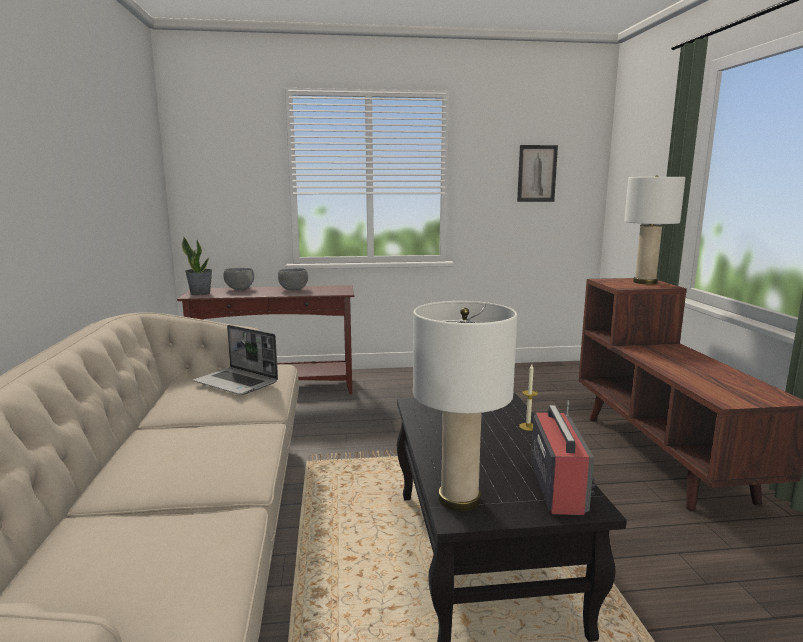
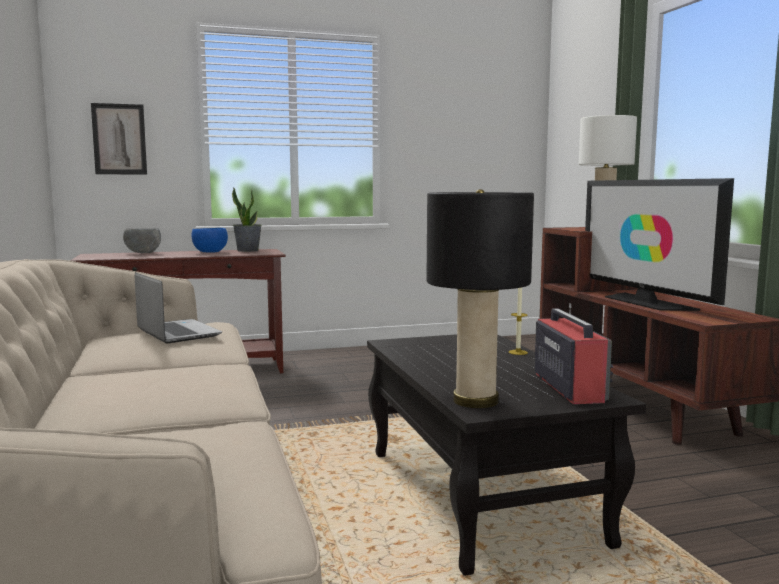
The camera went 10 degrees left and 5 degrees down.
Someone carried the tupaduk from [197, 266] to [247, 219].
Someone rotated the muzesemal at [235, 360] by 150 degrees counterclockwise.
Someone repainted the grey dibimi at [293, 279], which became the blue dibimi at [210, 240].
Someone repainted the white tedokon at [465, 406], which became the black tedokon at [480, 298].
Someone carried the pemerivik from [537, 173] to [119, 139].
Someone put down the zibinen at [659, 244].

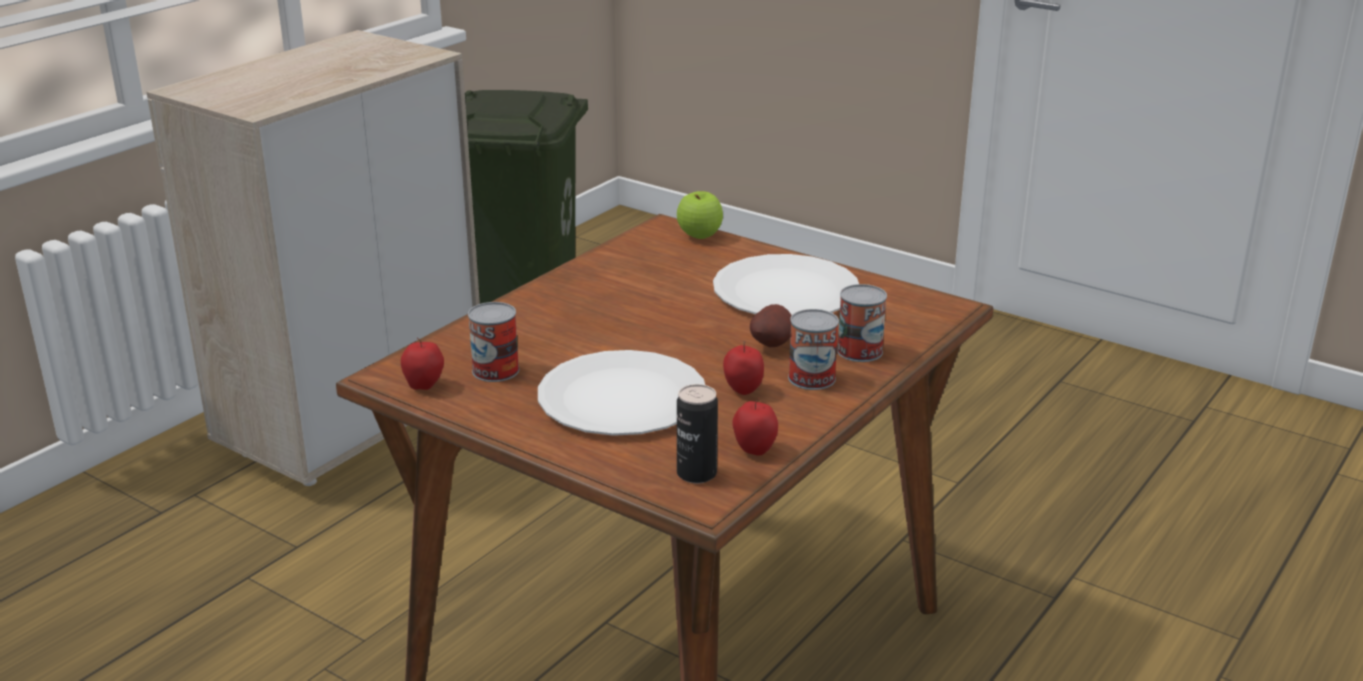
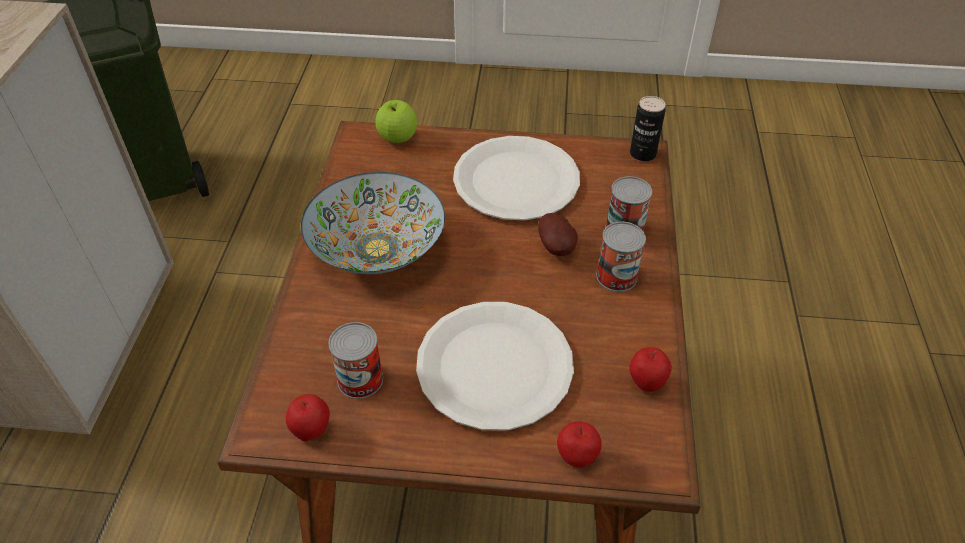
The camera went 30 degrees left and 20 degrees up.
Someone carried the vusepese from [697, 433] to [648, 128].
Someone carried the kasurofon from [743, 367] to [579, 444].
Someone put down the dibimi at [373, 223].

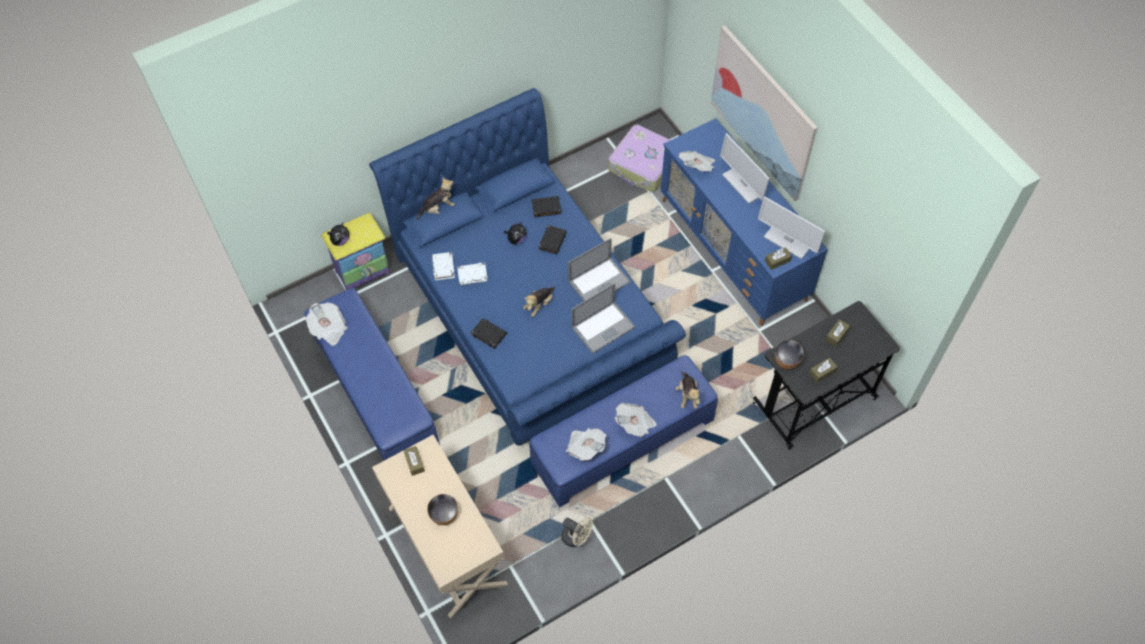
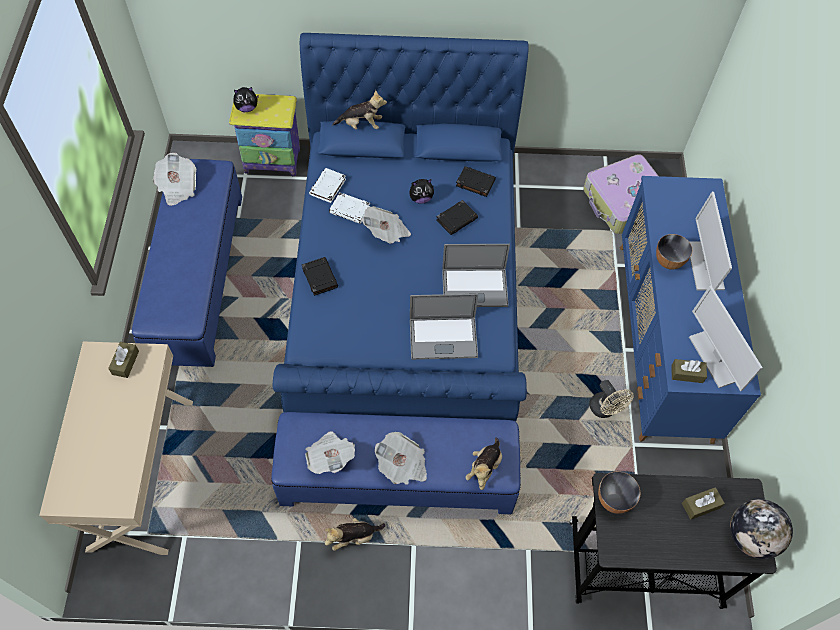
The camera went 30 degrees right and 0 degrees up.
Someone carried the dibimi from [442, 509] to [674, 252].
Someone carried the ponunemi from [539, 301] to [355, 534].
Someone carried the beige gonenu from [577, 532] to [611, 399].
Someone carried the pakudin from [697, 161] to [386, 225].
Someone took away the pemerivik at [764, 113].
Someone took away the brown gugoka at [823, 370].
Someone put down the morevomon at [761, 529].

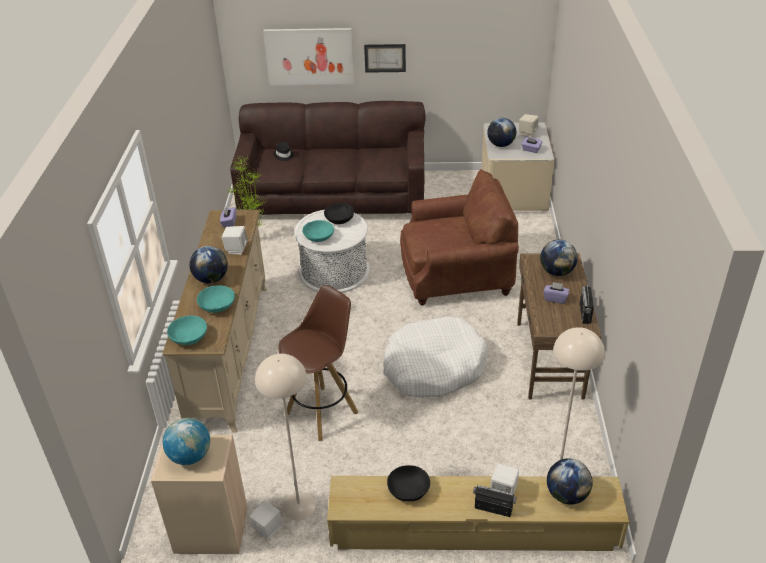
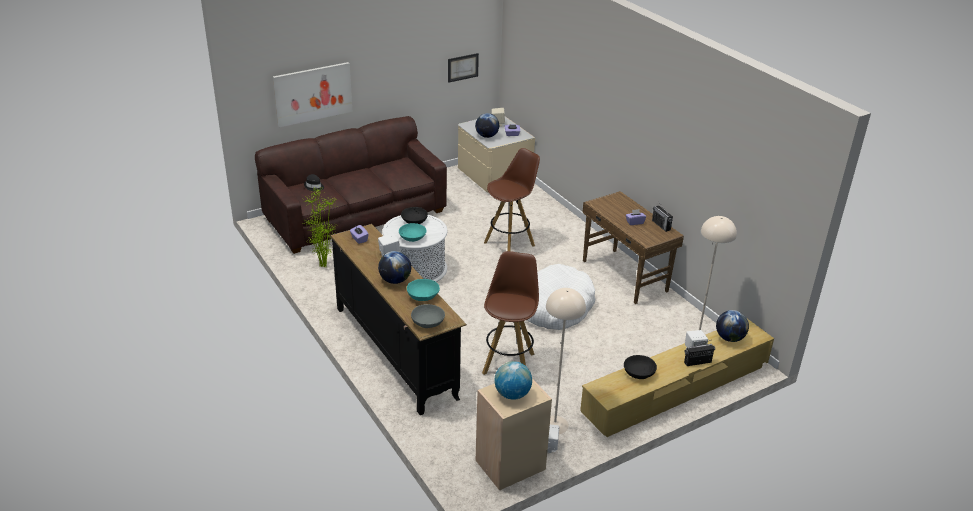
The camera went 35 degrees left and 5 degrees down.
Someone repainted the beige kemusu at [215, 321], which became the black kemusu at [398, 319].
Someone repainted the turquoise dibimi at [187, 330], which became the grey dibimi at [428, 316].
Someone carried the pemerivik from [385, 58] to [463, 68].
Someone swapped the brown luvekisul at [459, 237] for the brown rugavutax at [512, 199].
Someone took away the morevomon at [559, 258].

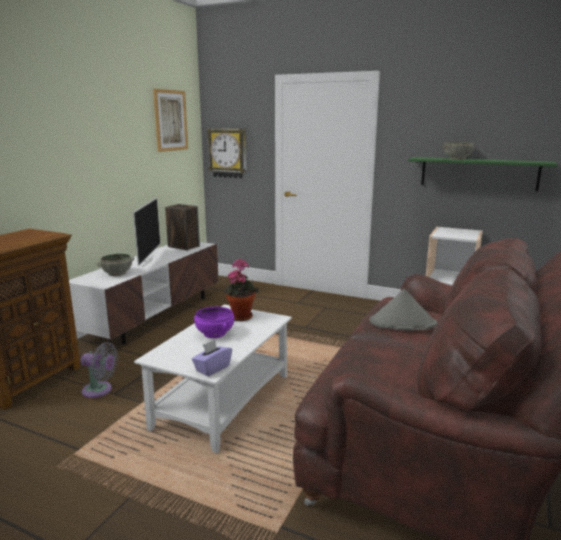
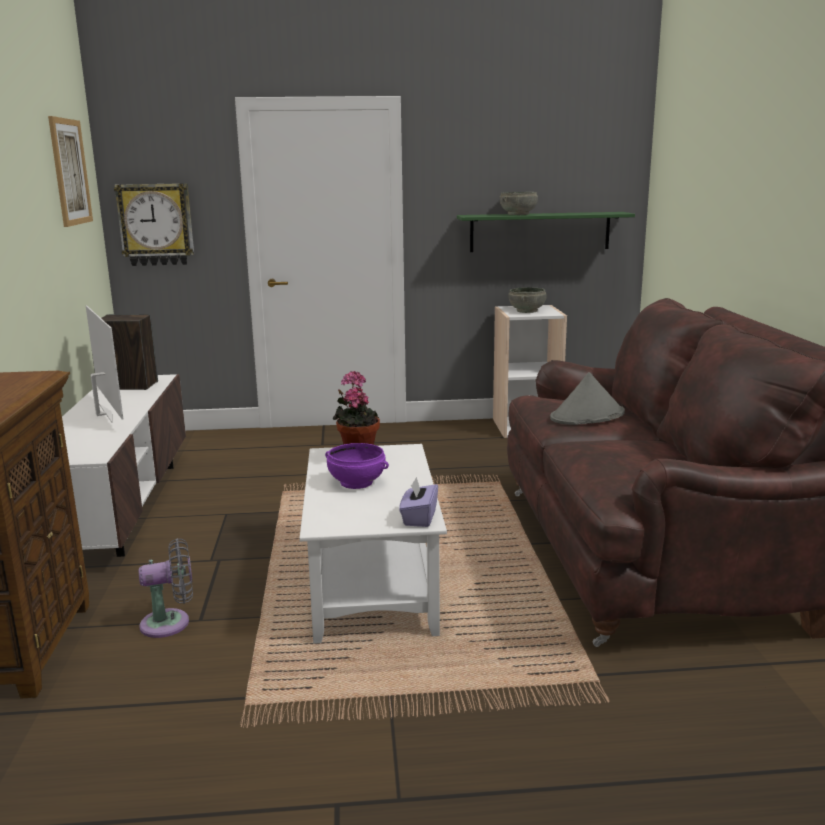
The camera went 30 degrees left and 0 degrees up.
Someone carried the grey dibimi from [115, 265] to [527, 300].

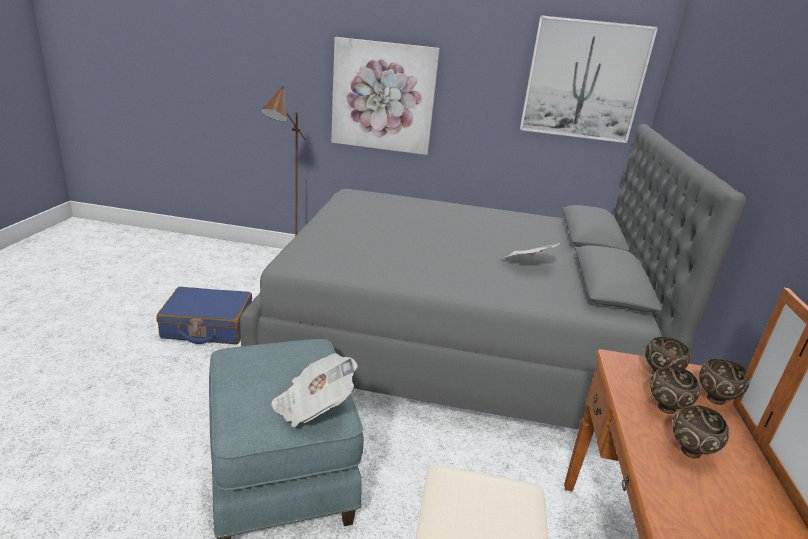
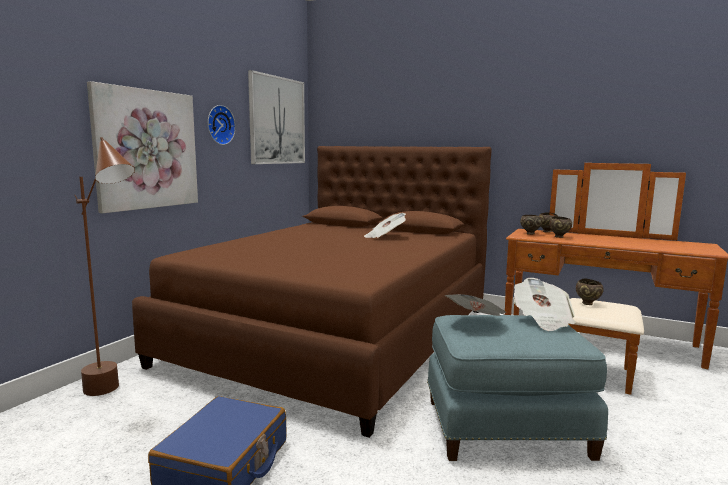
The camera went 70 degrees left and 15 degrees down.
Someone repainted the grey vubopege at [493, 278], which became the brown vubopege at [312, 292].
Someone carried the brown dibimi from [700, 431] to [589, 292].
Someone put up the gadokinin at [222, 125].
Someone put down the pakudin at [475, 305].

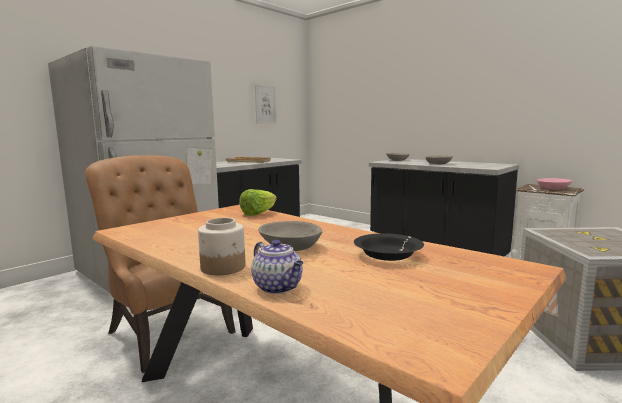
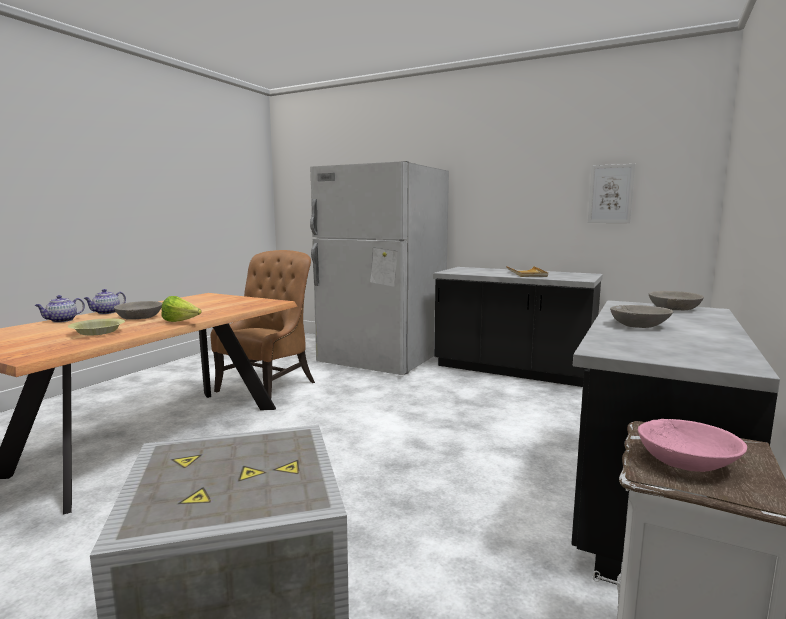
The camera went 75 degrees right and 0 degrees up.
Someone swapped the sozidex at [221, 246] for the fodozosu at [105, 301].
Someone carried the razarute from [258, 202] to [181, 309].
Someone repainted the black dibimi at [389, 247], which became the yellow dibimi at [96, 327].

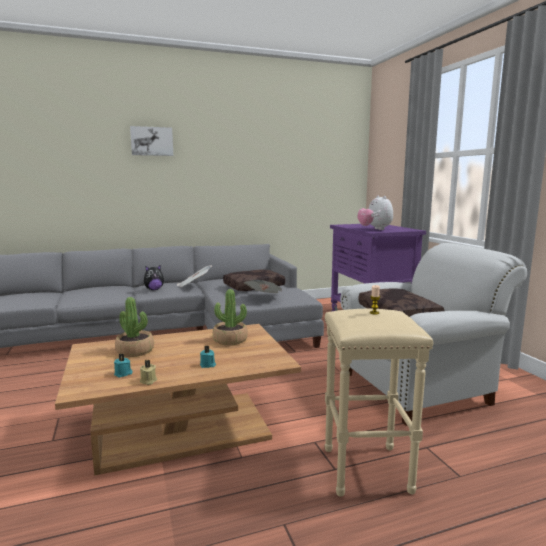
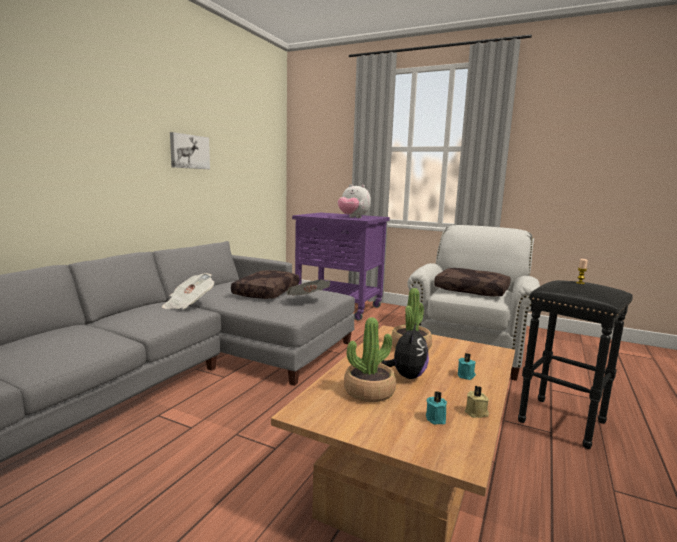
The camera went 45 degrees left and 0 degrees up.
Someone carried the pemerivik from [151, 141] to [190, 150].
Someone carried the ponunemi from [154, 277] to [405, 351].
Someone repainted the beige rugavutax at [379, 402], which became the black rugavutax at [575, 364].

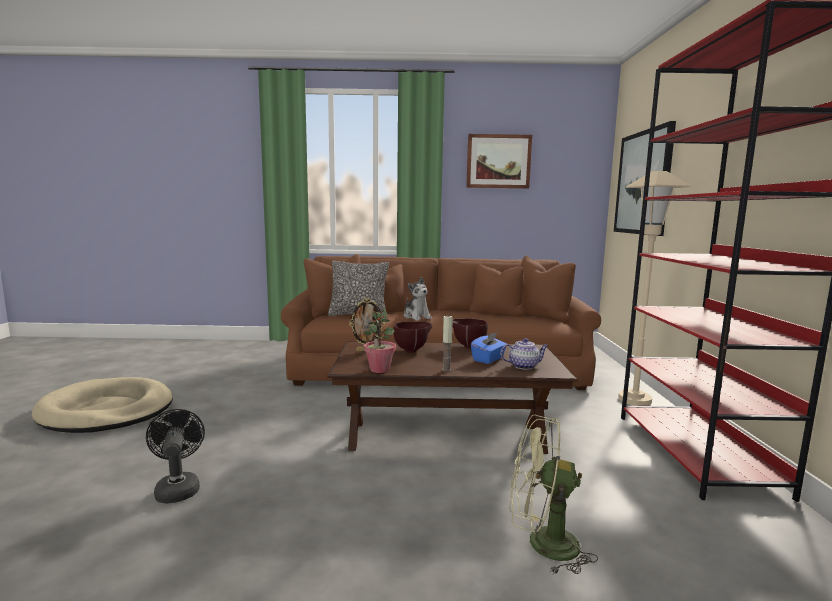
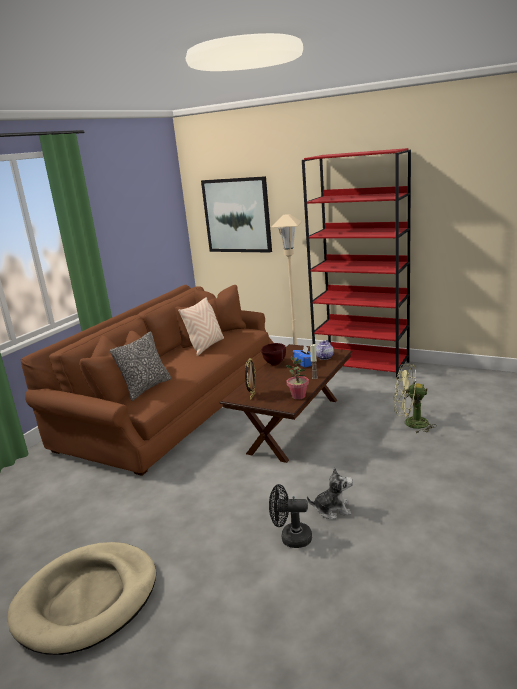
The camera went 60 degrees left and 10 degrees up.
Someone took away the brown dibimi at [412, 336].
Someone carried the ponunemi from [418, 299] to [330, 493].
Someone took away the pemerivik at [499, 161].
Someone rotated the green gonenu at [554, 494] by 60 degrees clockwise.
Someone put down the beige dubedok at [201, 326].

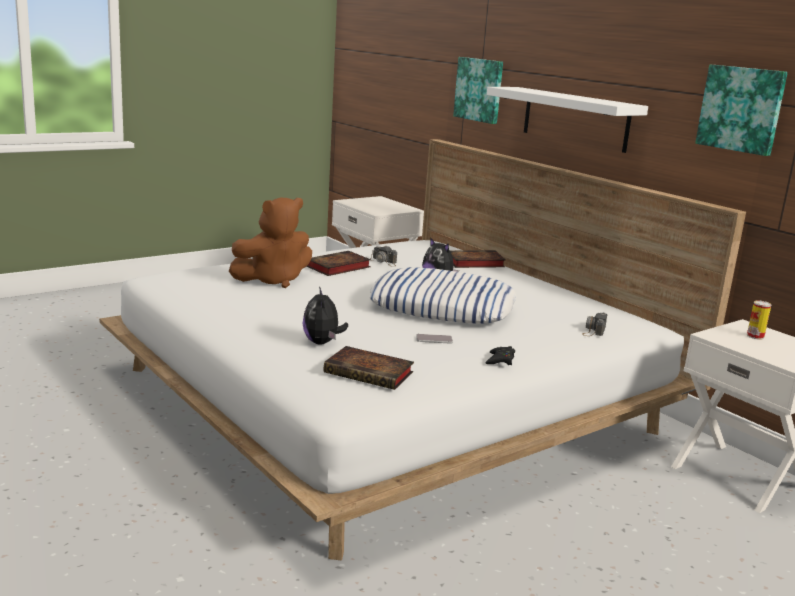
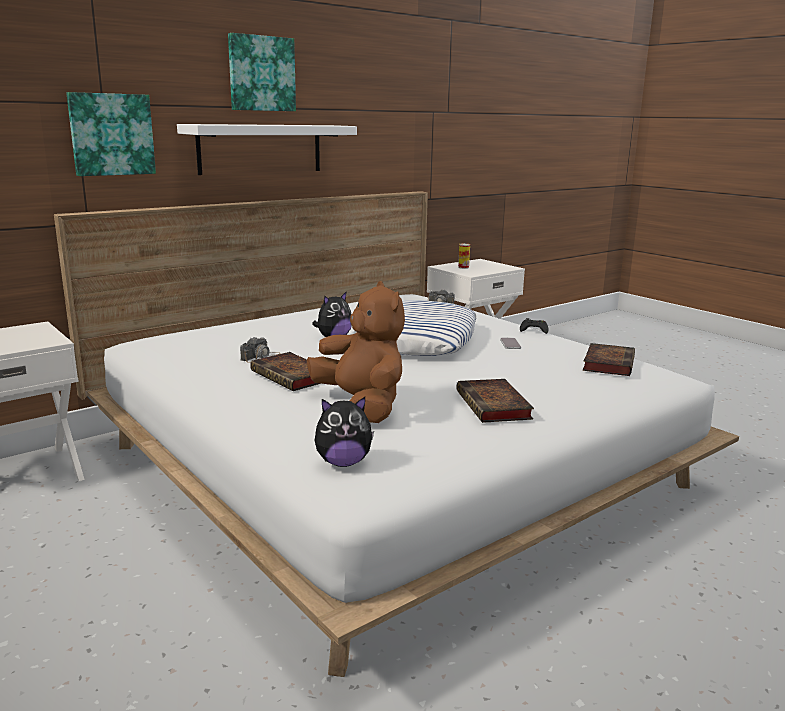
The camera went 90 degrees left and 0 degrees up.
Someone carried the ponunemi from [325, 316] to [344, 432].
Someone carried the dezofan from [477, 259] to [495, 401].
Someone carried the pemerivik from [741, 110] to [262, 72].

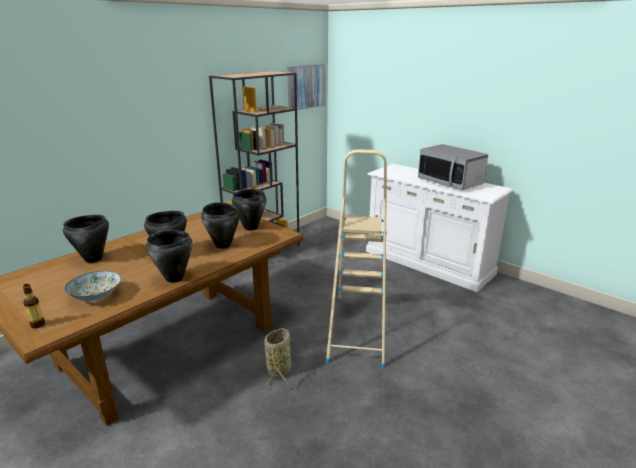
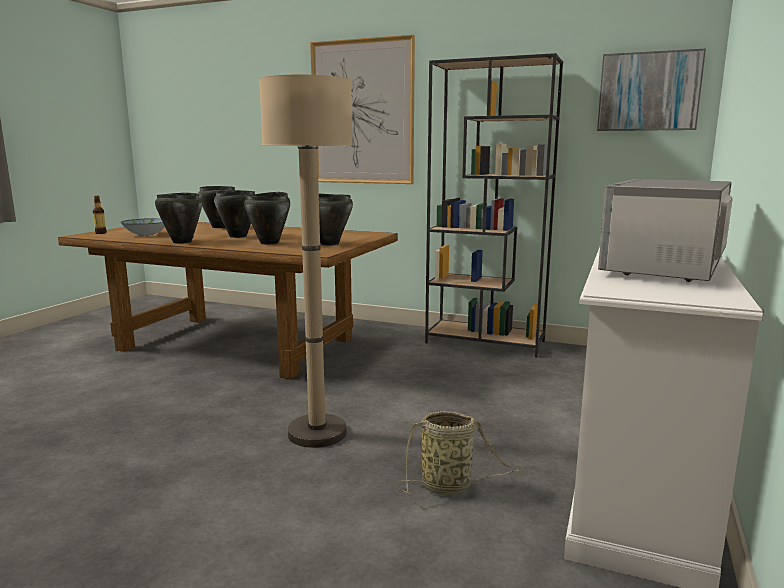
The camera went 70 degrees right and 10 degrees down.
Someone carried the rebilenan from [278, 358] to [457, 453].
Someone swapped the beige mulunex at [356, 258] for the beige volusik at [305, 261].
Someone put up the pemerivik at [362, 109].

